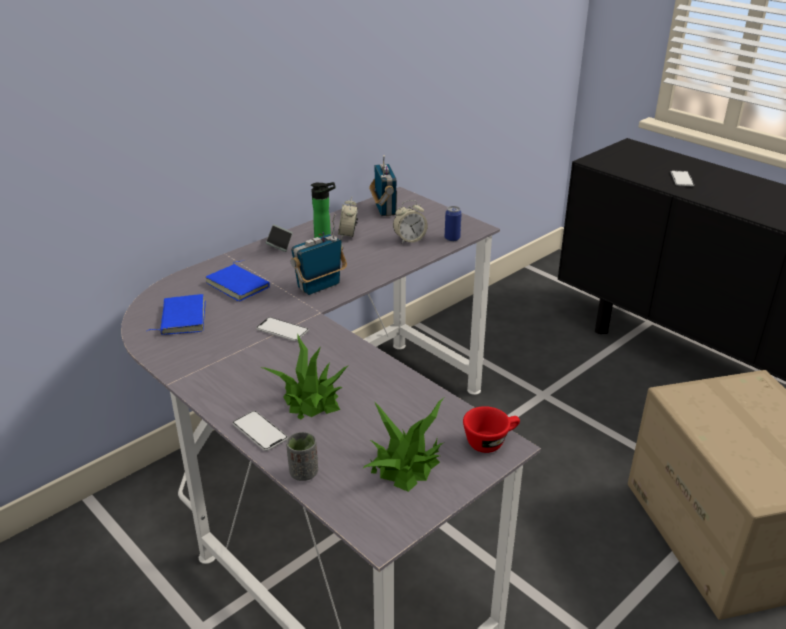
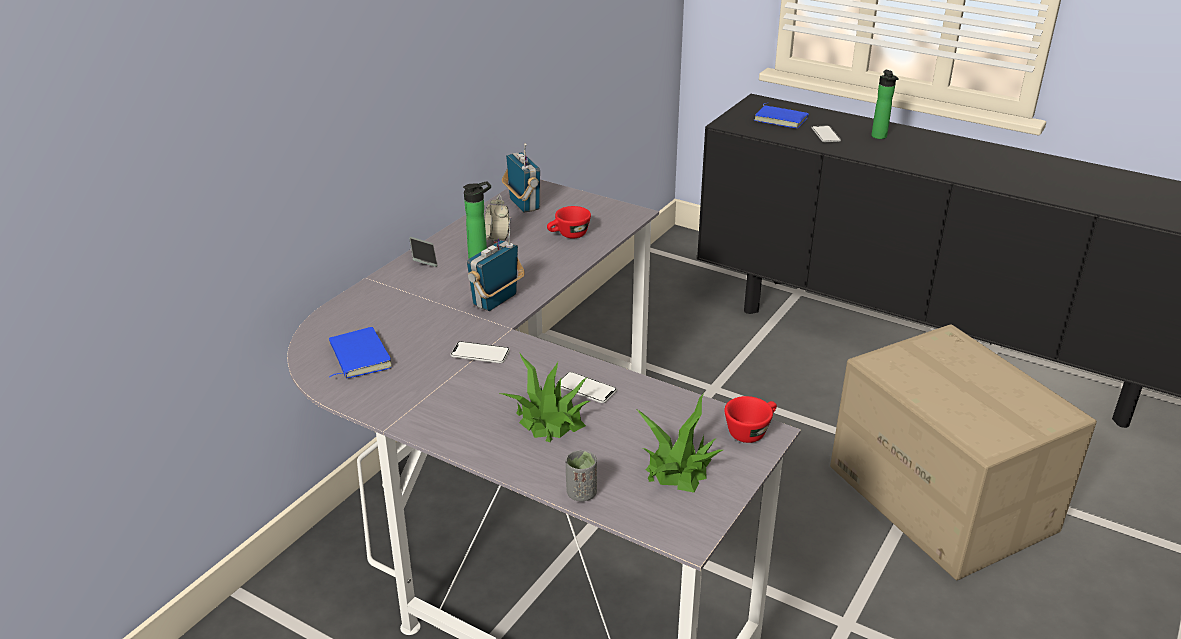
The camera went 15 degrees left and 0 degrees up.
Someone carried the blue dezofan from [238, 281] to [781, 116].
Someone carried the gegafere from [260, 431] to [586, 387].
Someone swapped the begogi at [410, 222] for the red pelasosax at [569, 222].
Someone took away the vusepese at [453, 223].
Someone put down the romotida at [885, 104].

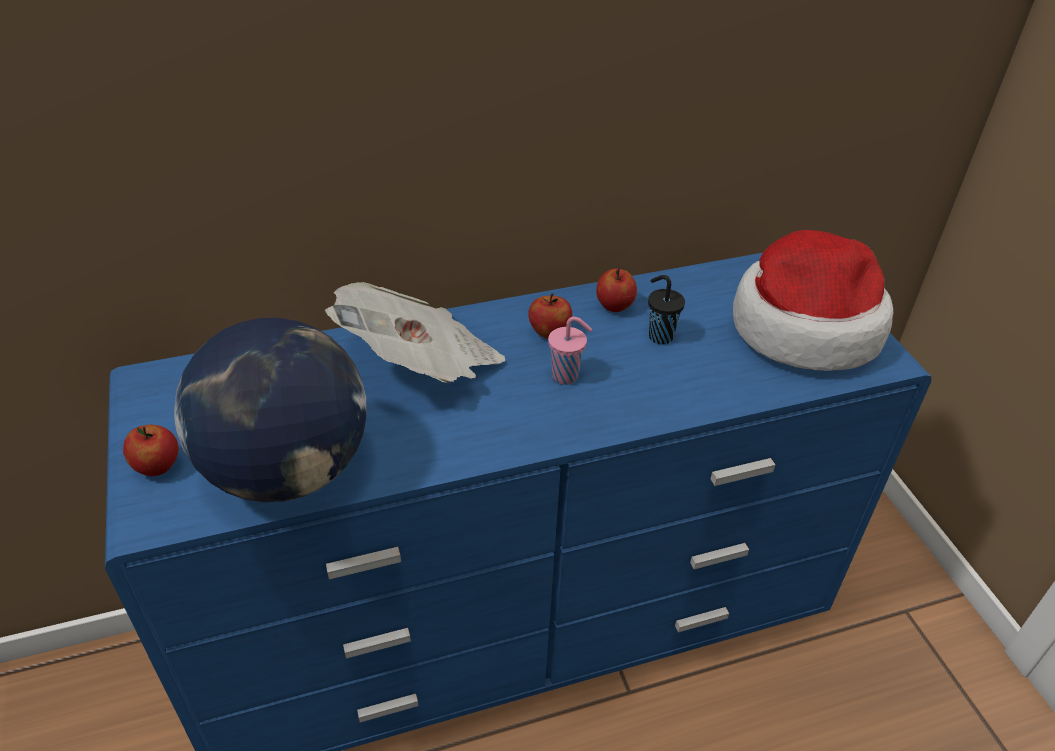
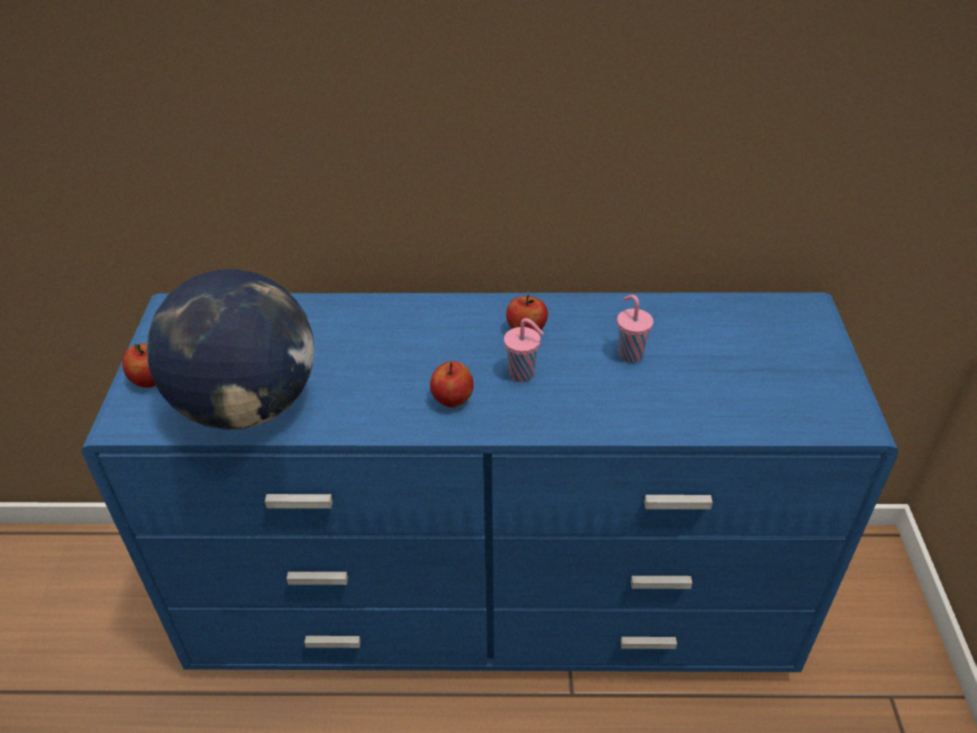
The camera went 20 degrees right and 0 degrees up.
Someone took away the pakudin at [415, 332].
Someone carried the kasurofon from [616, 289] to [452, 384].
Someone repainted the black pelasosax at [666, 309], which became the pink pelasosax at [635, 329].
Someone took away the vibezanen at [813, 300].

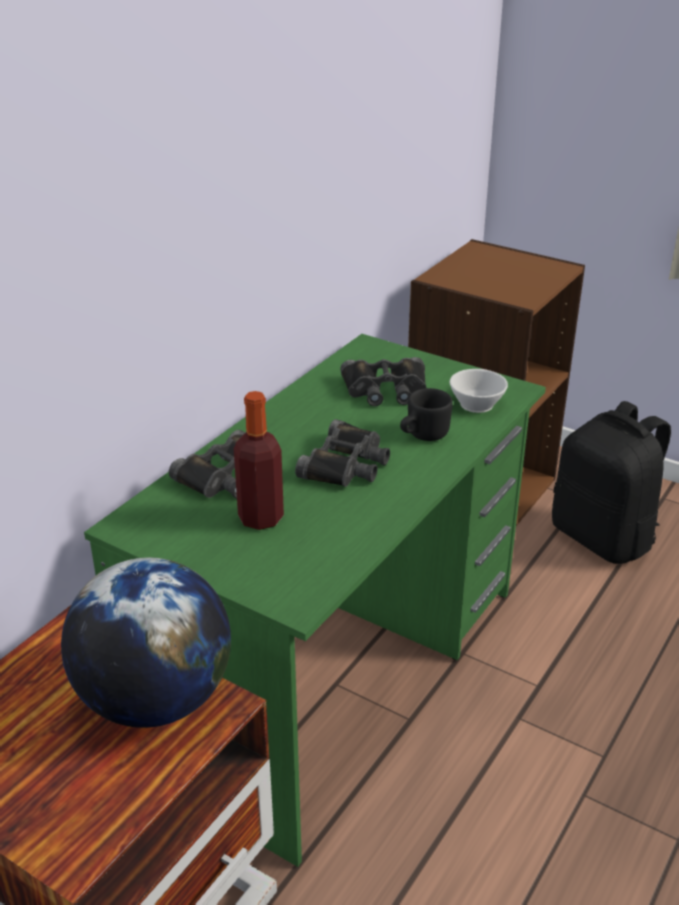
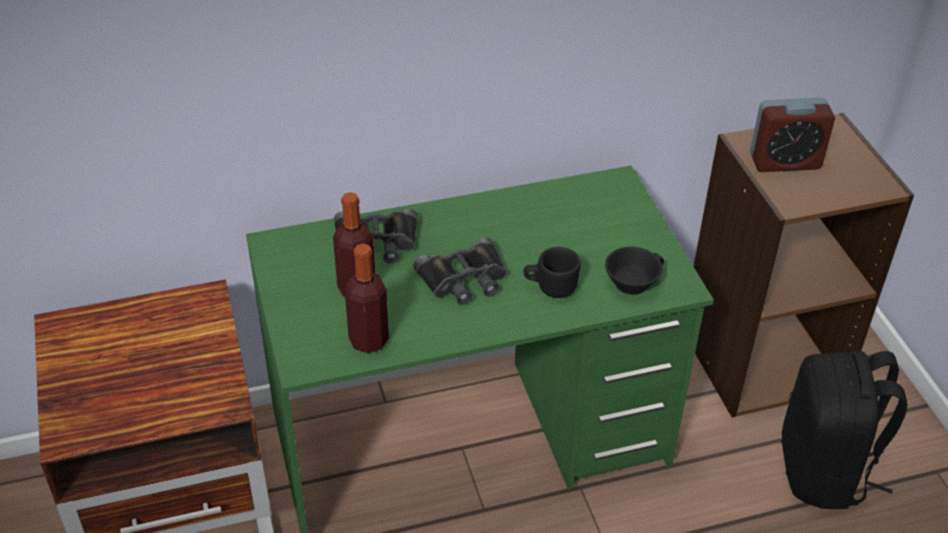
The camera went 40 degrees right and 10 degrees up.
Someone took away the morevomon at [146, 643].
Someone took away the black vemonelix at [383, 381].
Someone repainted the white pelasosax at [479, 391], which became the black pelasosax at [634, 271].
Someone put down the romotida at [367, 298].
Someone put down the begogi at [792, 135].

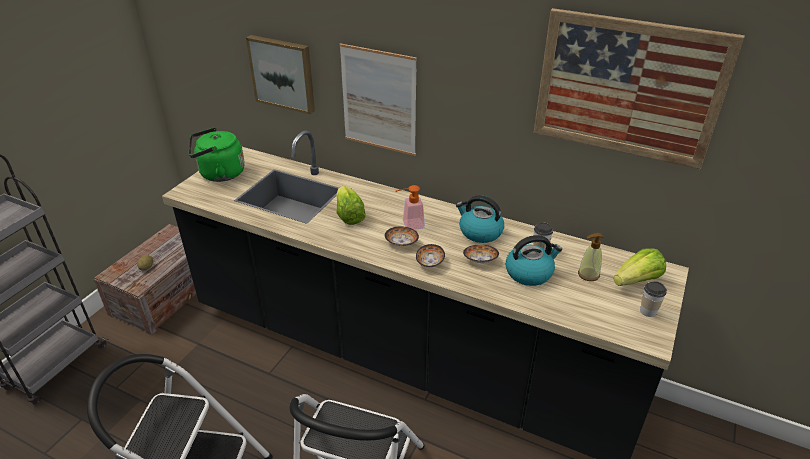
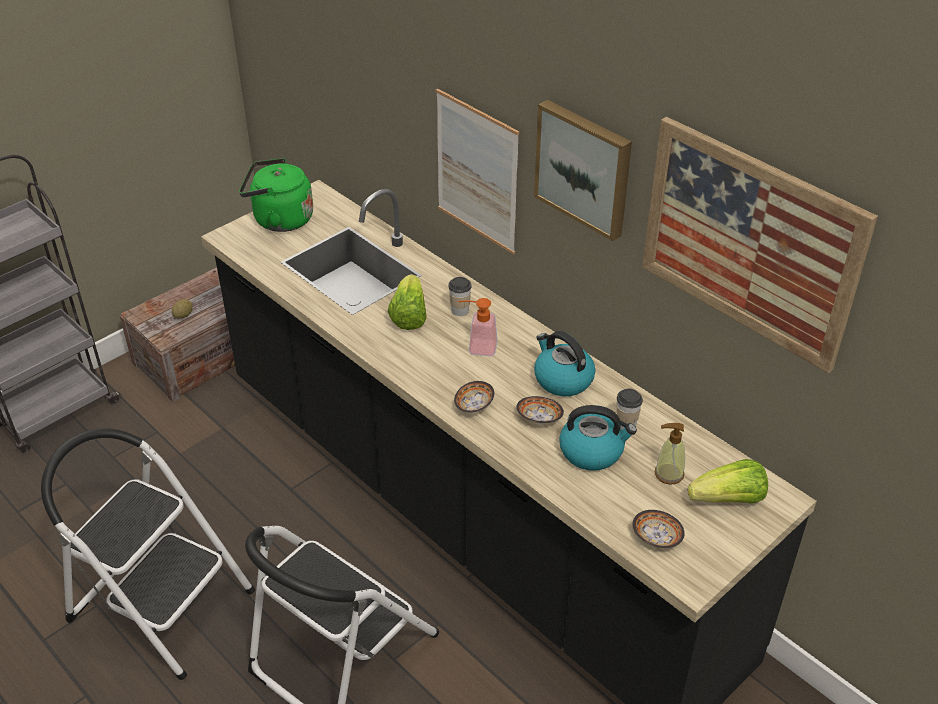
The camera went 20 degrees right and 5 degrees up.
Someone carried the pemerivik from [280, 74] to [583, 170].
Someone carried the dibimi from [402, 236] to [659, 529].
Someone carried the pelasosax from [653, 299] to [460, 296].

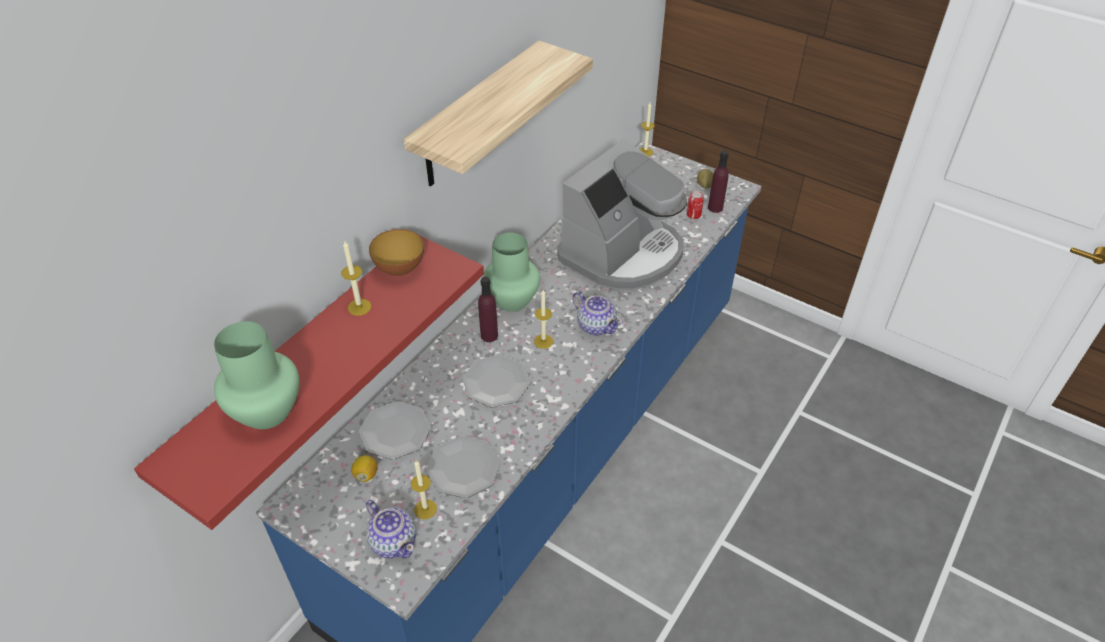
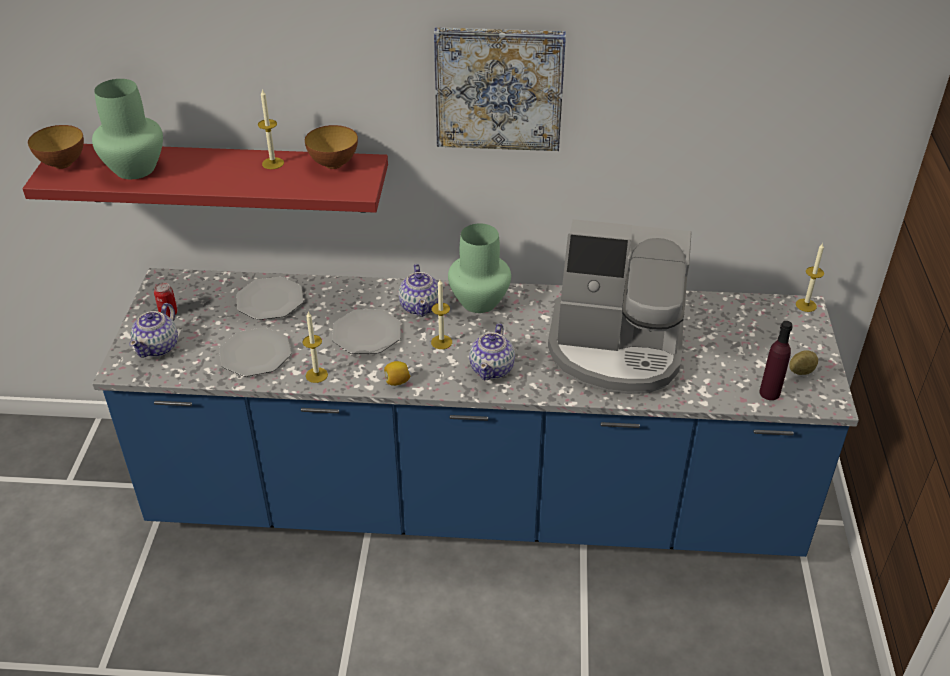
The camera went 60 degrees right and 5 degrees down.
Someone carried the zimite from [364, 468] to [397, 373].
Someone swapped the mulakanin at [498, 113] for the pemerivik at [500, 89].
Someone carried the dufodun from [423, 489] to [315, 347].
Someone swapped the purple romotida at [488, 309] for the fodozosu at [418, 290].
Someone carried the vusepese from [695, 204] to [166, 300].
Someone put down the dibimi at [56, 147].

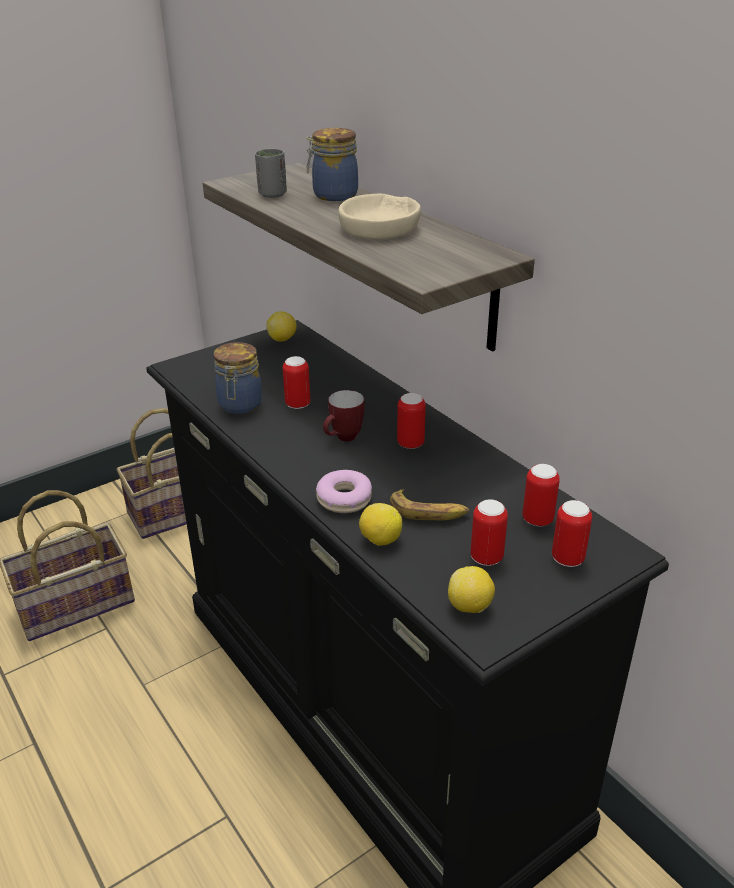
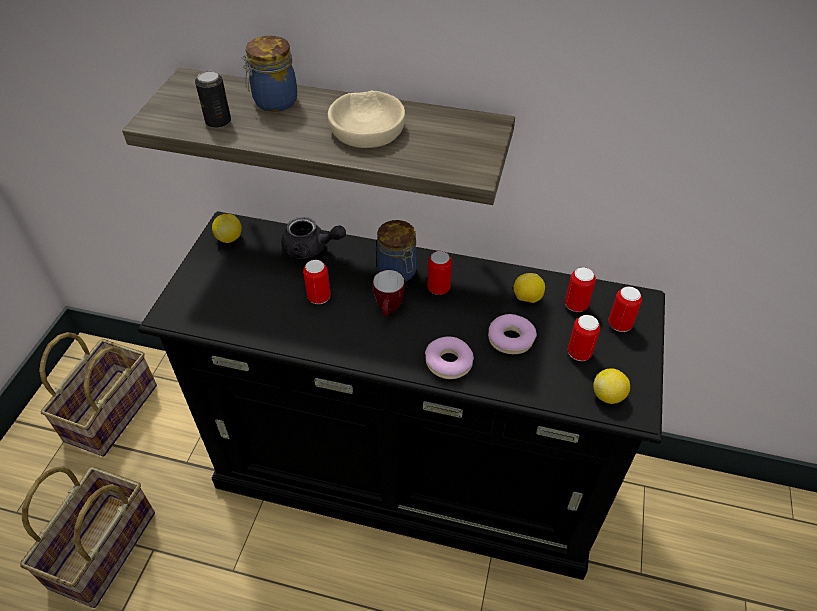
The camera went 40 degrees left and 15 degrees up.
Someone carried the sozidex from [237, 378] to [397, 251].
Someone swapped the grey pelasosax at [271, 173] for the vusepese at [213, 99].
Someone carried the zimite from [380, 524] to [529, 288].
Someone swapped the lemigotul at [429, 505] for the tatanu at [512, 334].
Someone put down the grey fodozosu at [313, 238].

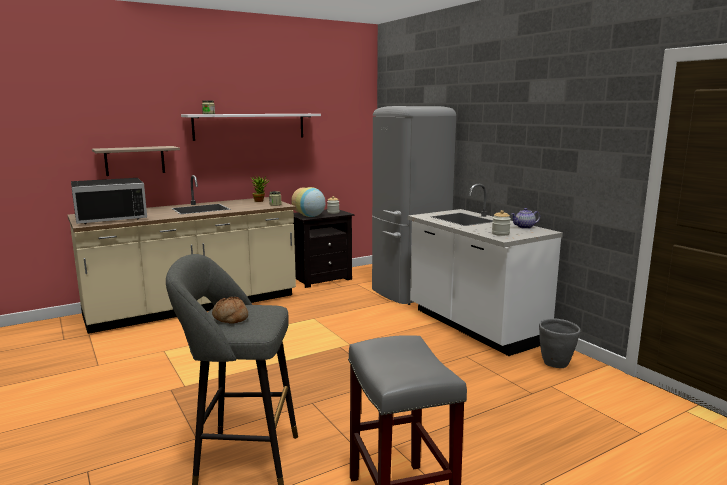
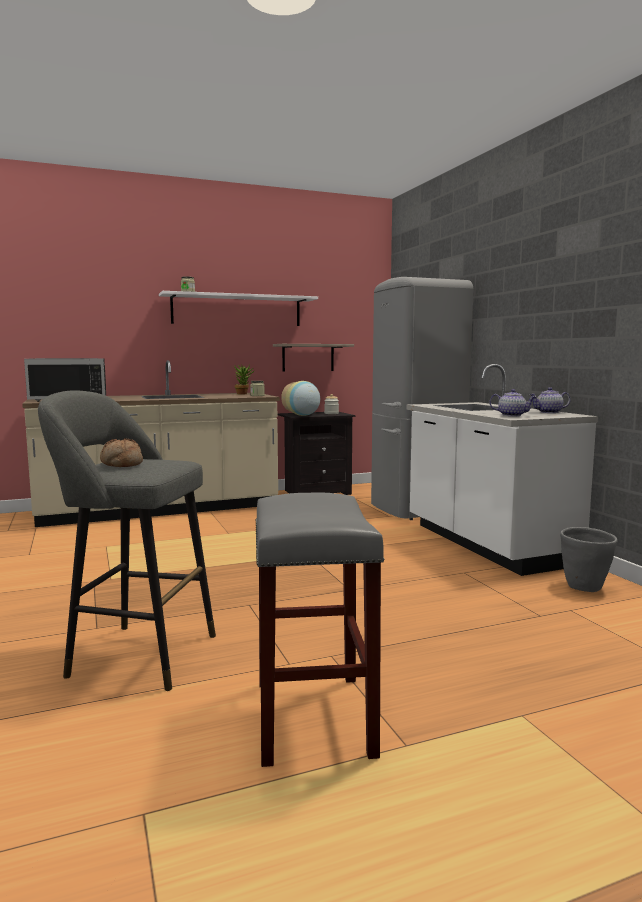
The camera went 10 degrees right and 5 degrees down.
Someone carried the mulakanin from [136, 161] to [313, 357].
Someone swapped the sozidex at [501, 223] for the fodozosu at [512, 402].

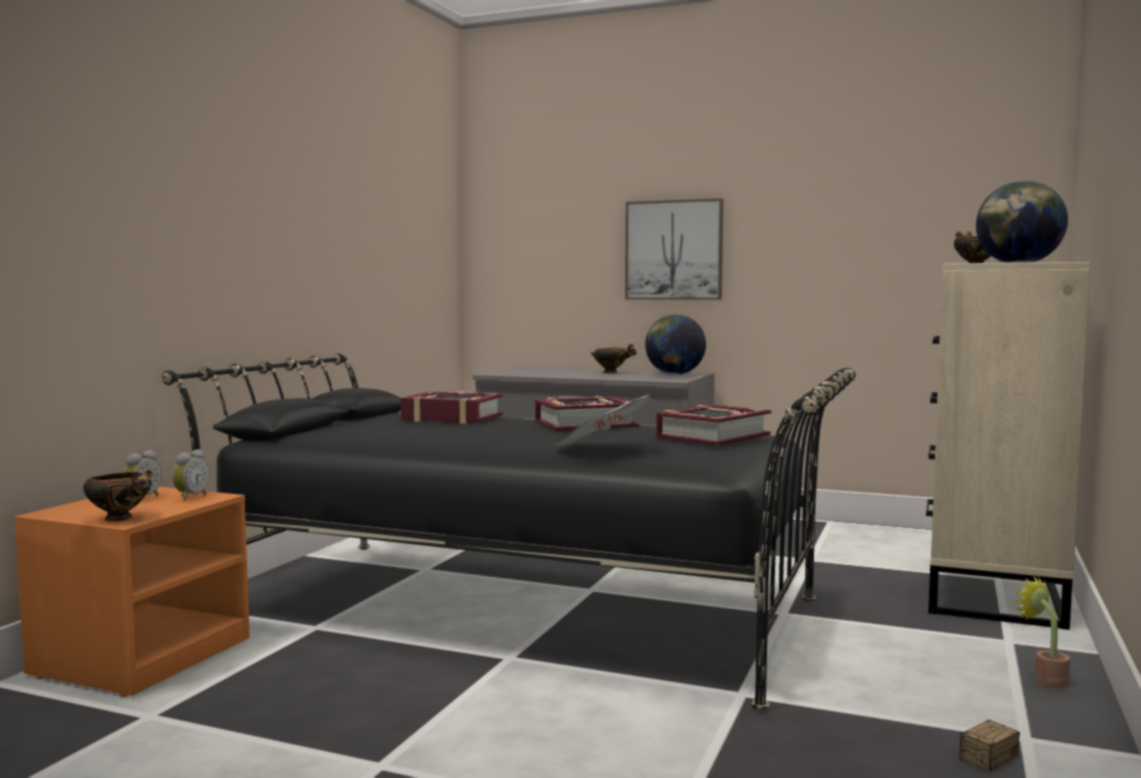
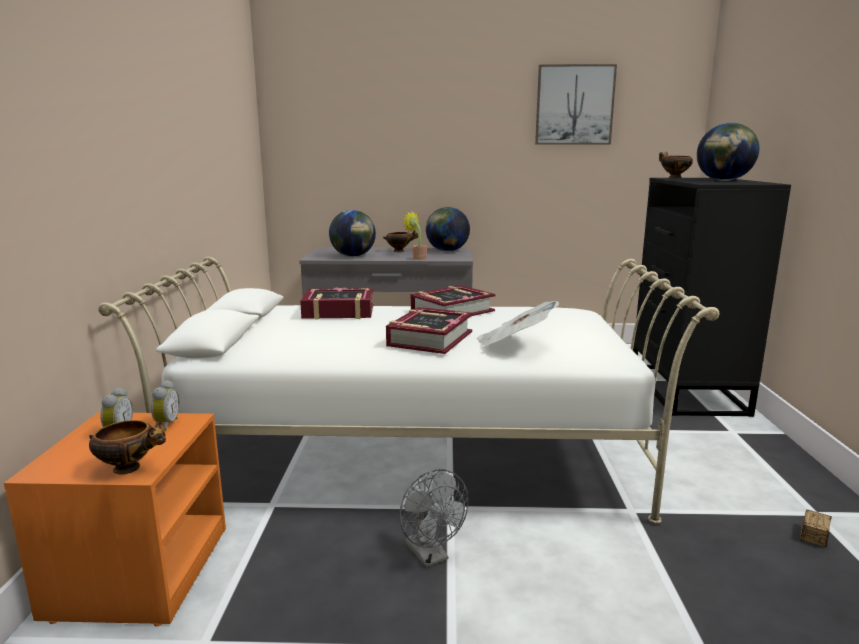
The camera went 20 degrees left and 10 degrees up.
Someone repainted the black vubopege at [509, 532], which became the white vubopege at [408, 390].
Someone carried the pemerivik from [674, 249] to [576, 104].
Someone carried the dezofan from [713, 425] to [429, 330].
Someone repainted the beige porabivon at [1008, 446], which became the black porabivon at [712, 297].
Someone carried the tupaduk from [1042, 632] to [414, 235].
Someone put down the morevomon at [352, 233].
Someone put down the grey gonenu at [434, 518].

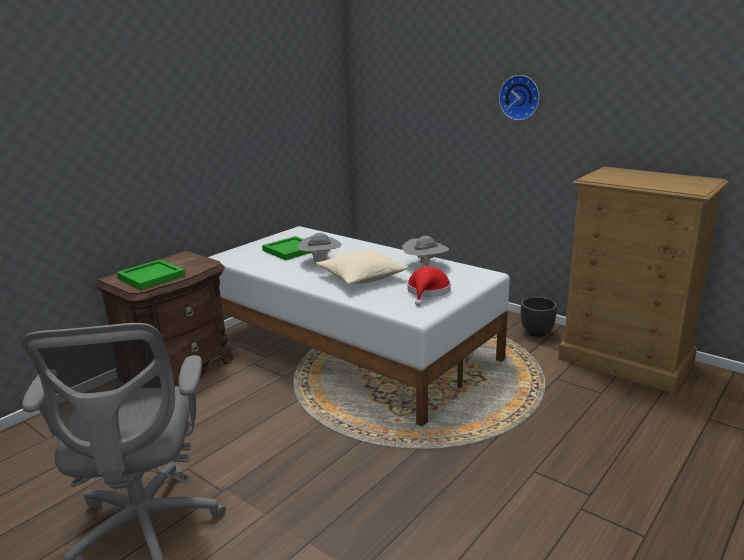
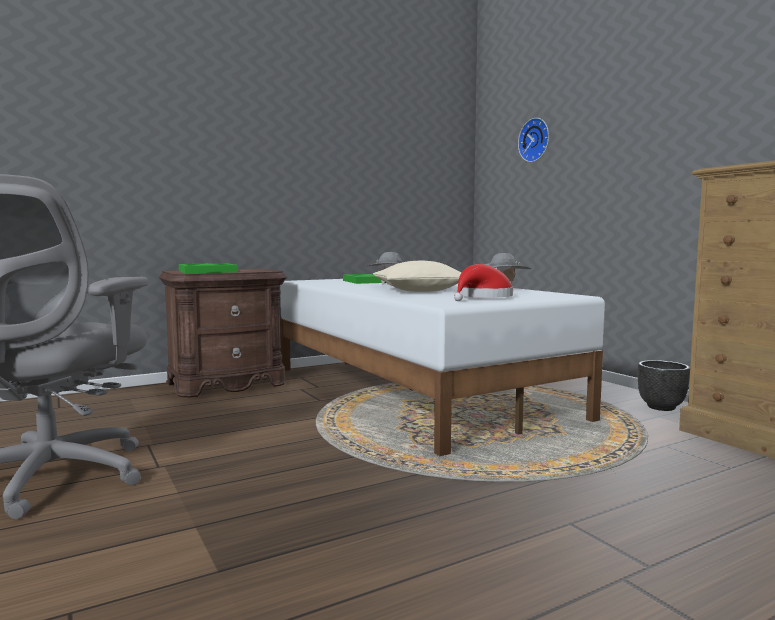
The camera went 20 degrees right and 15 degrees down.
Someone carried the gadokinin from [519, 98] to [533, 140].

